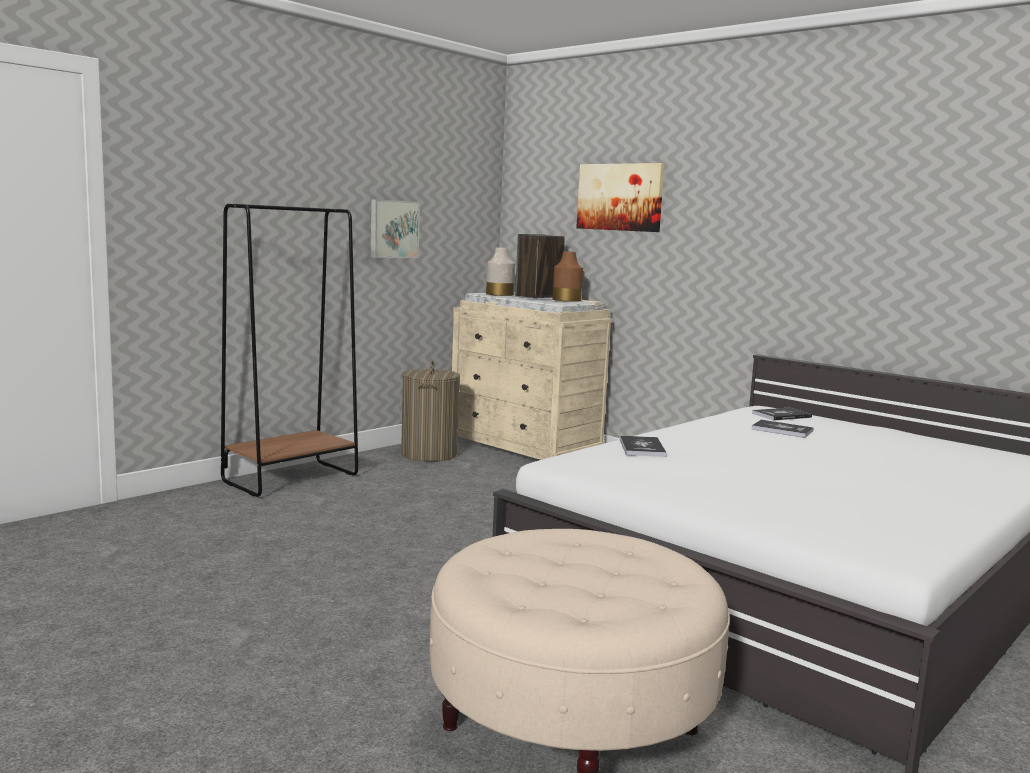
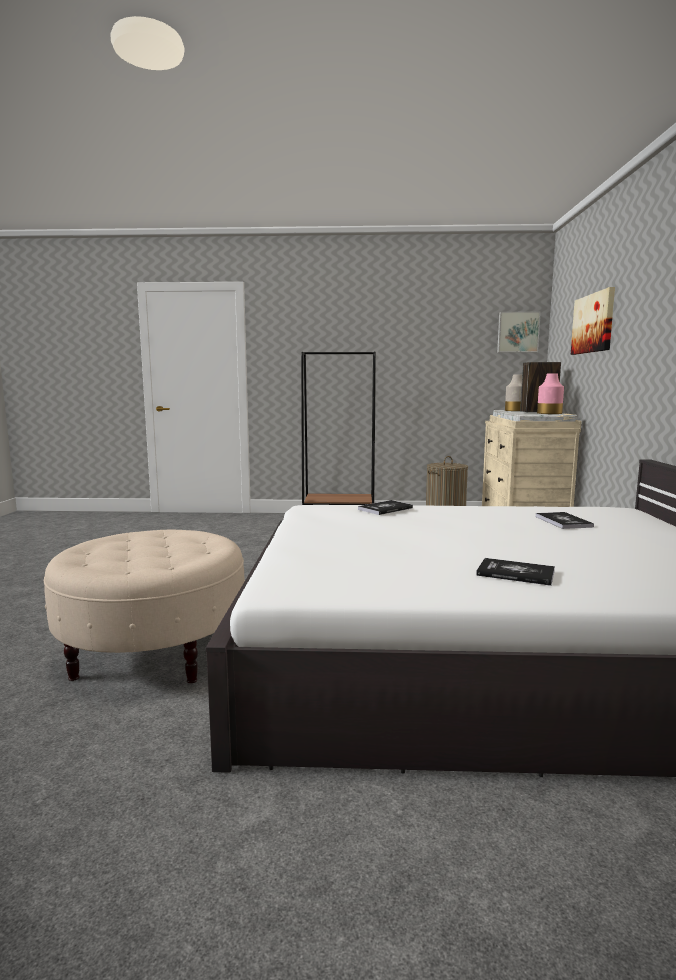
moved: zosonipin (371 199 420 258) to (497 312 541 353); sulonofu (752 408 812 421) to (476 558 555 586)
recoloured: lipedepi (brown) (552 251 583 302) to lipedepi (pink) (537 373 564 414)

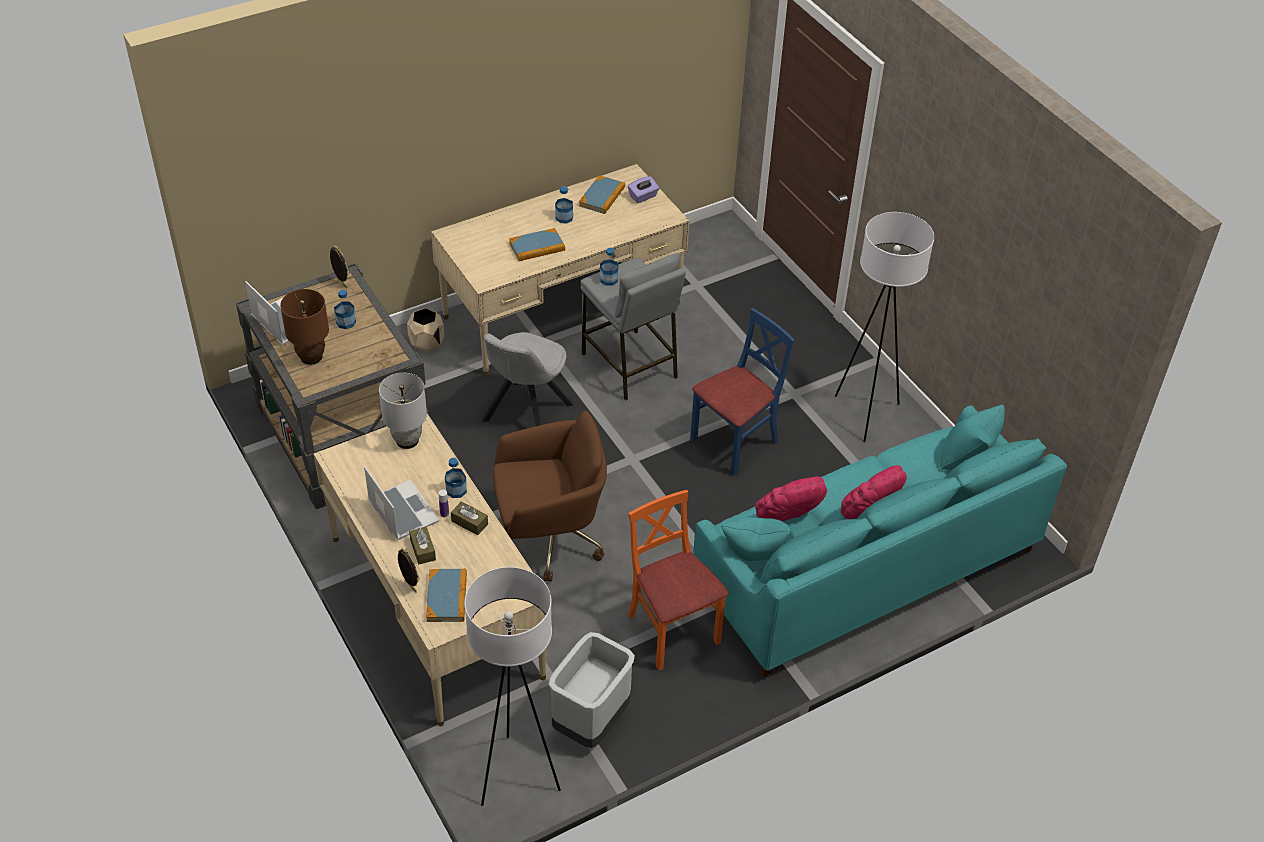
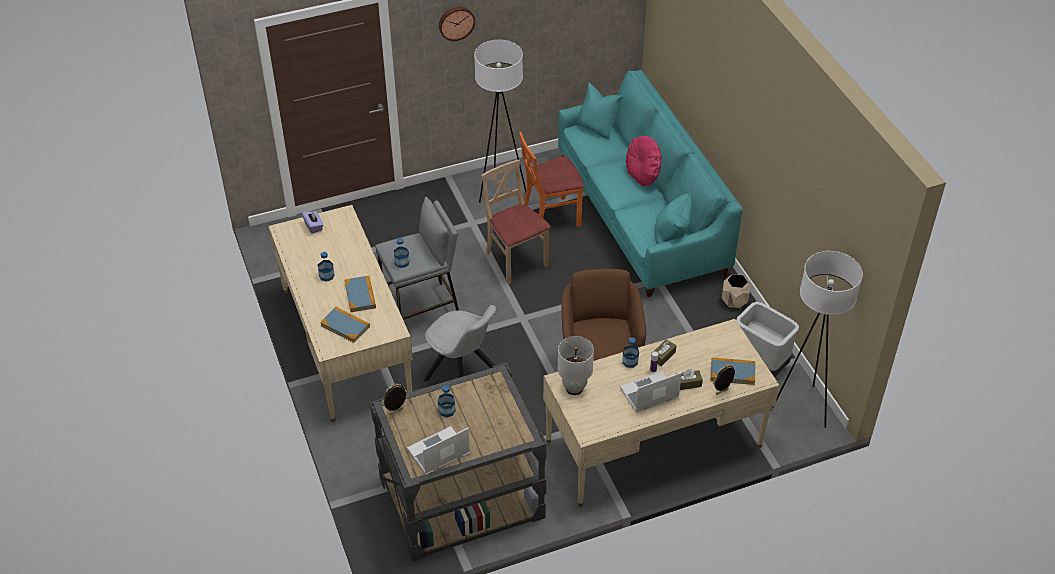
removed: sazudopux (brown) (280 289 329 365); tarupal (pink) (755 476 827 521)
added: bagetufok (439 7 475 41)
moved: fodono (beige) (407 308 445 352) to (722 274 751 308); sulonofu (579 175 625 214) to (320 307 370 343); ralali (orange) (628 490 729 671) to (519 132 585 227)
recoloured: ralali (blue) (690 308 795 476) to ralali (beige) (481 159 551 284)

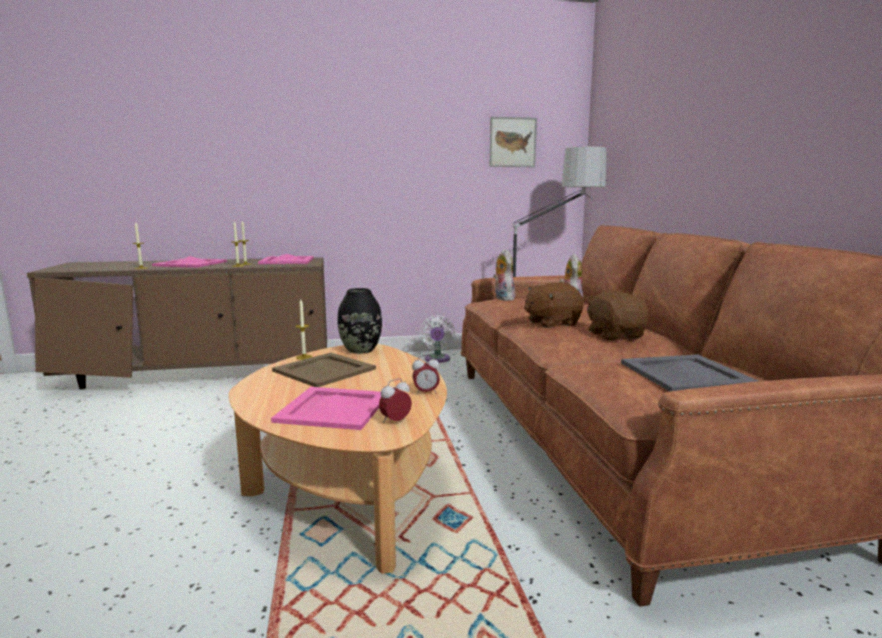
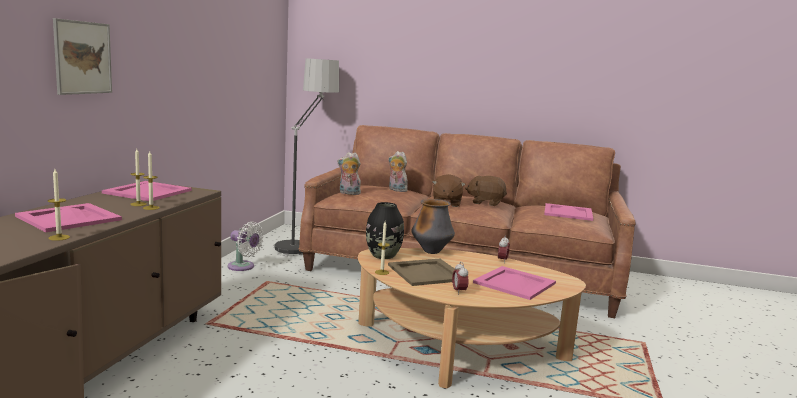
added: lipedepi (411 199 455 254)
moved: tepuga (379 378 412 423) to (452 262 469 295); zosonipin (490 117 537 167) to (53 18 112 95)
recoloured: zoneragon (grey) (621 354 758 391) to zoneragon (pink) (544 203 593 221)

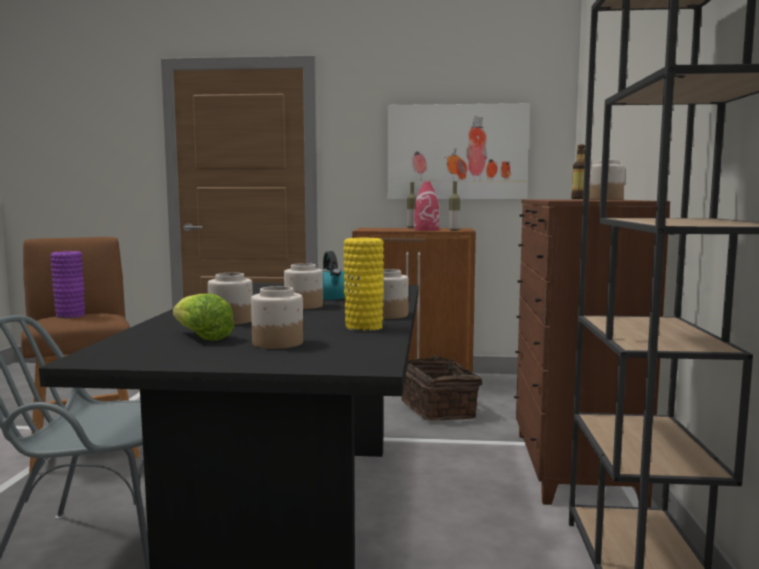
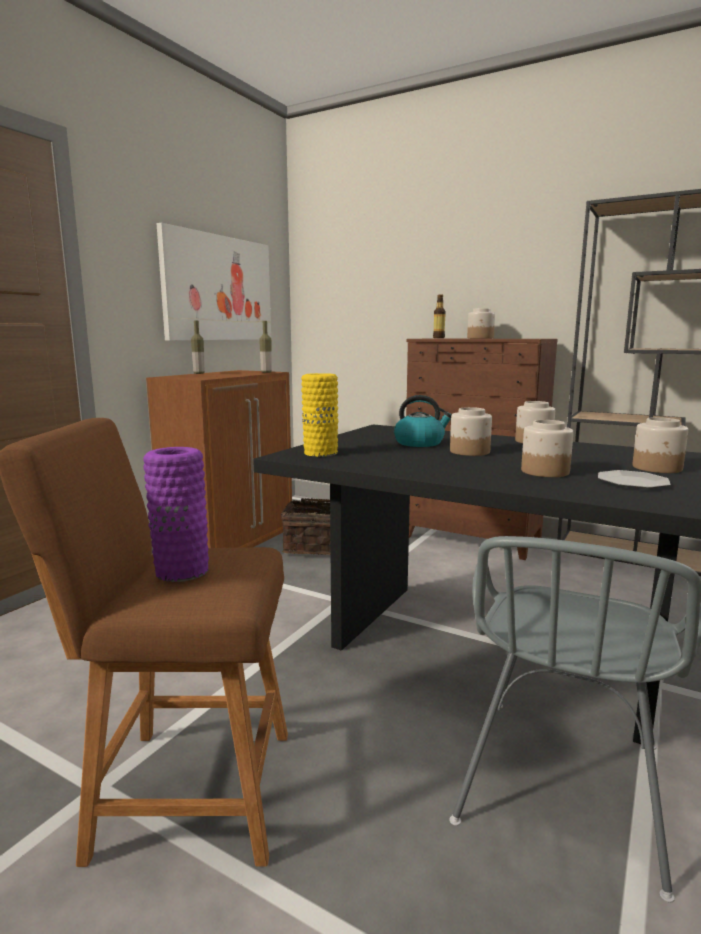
removed: lipedepi (red) (414 181 439 231)
moved: lipedepi (yellow) (344 238 384 332) to (301 373 338 457)
replaced: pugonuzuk (173 293 234 341) to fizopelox (598 470 671 488)

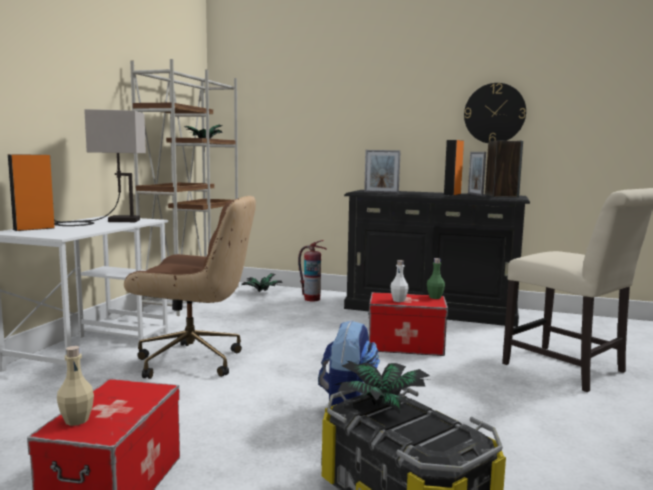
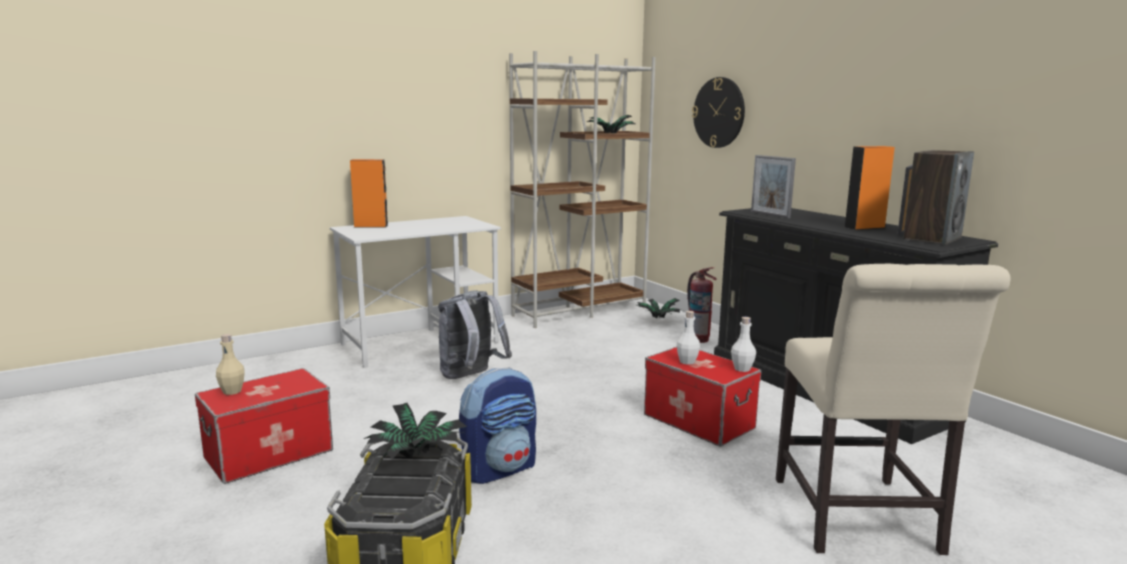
removed: sazudopux (54 109 146 226)
moved: bagetufok (464 83 526 143) to (692 77 745 148)
replaced: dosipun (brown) (124 196 256 379) to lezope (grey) (438 290 512 379)
recoloured: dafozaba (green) (427 258 445 299) to dafozaba (white) (731 317 756 372)

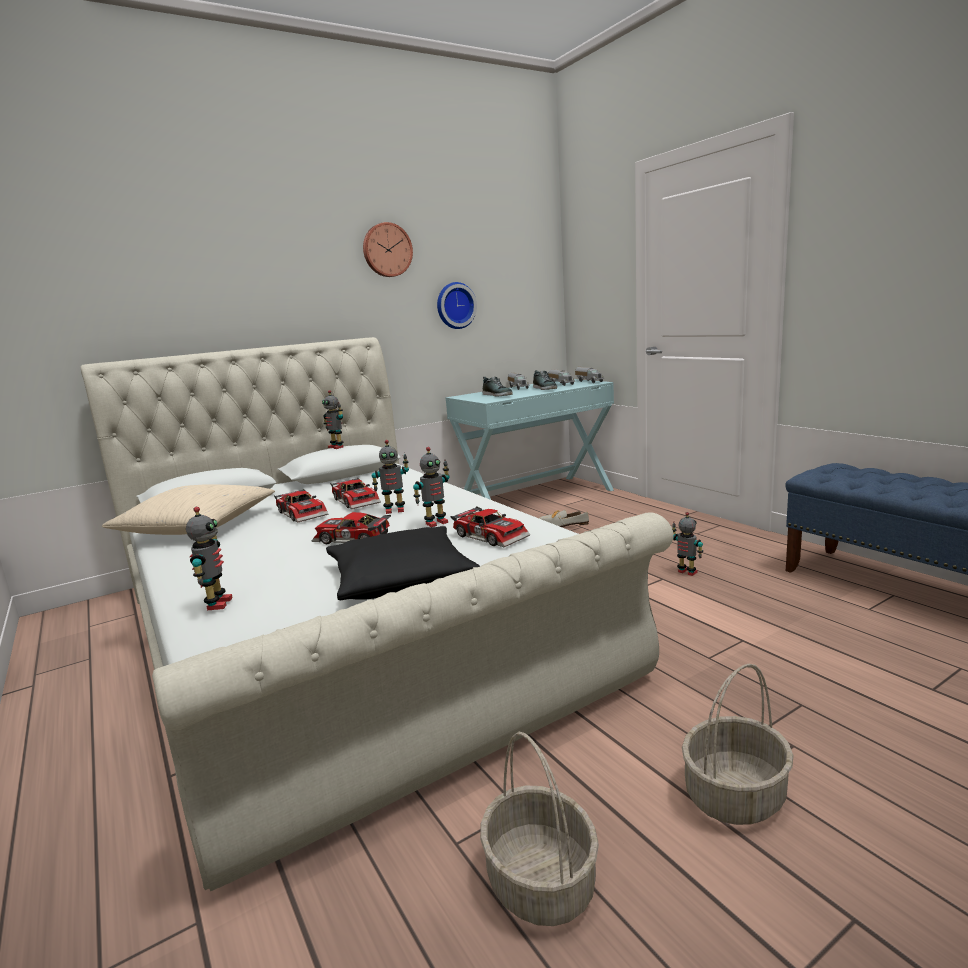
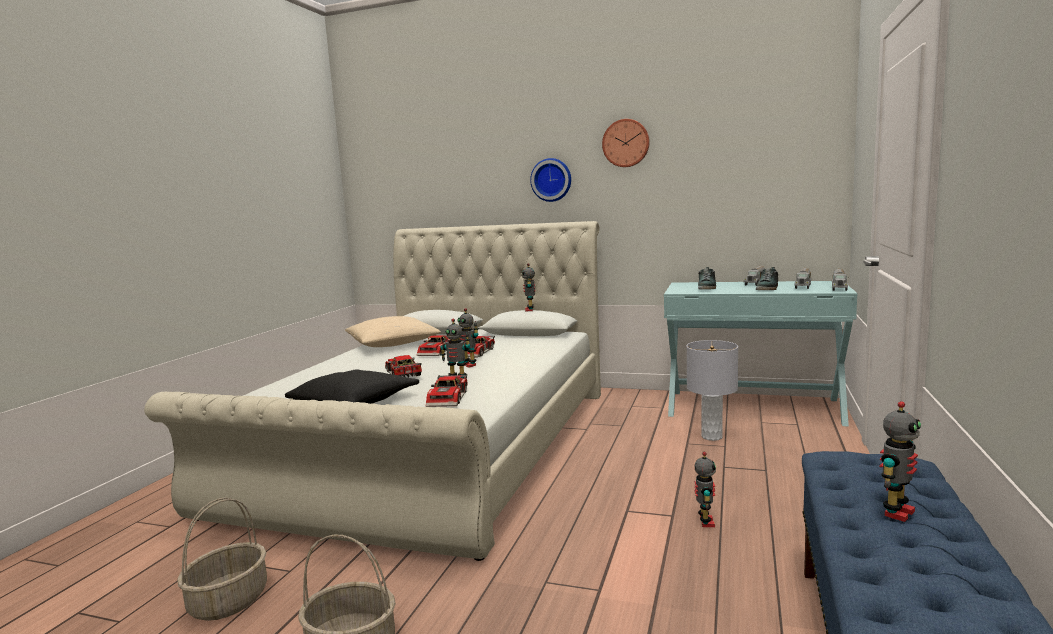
moved: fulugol (186 507 233 610) to (879 401 921 522); bagetufok (437 282 477 329) to (530 158 571 202)
replaced: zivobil (539 510 589 527) to sazudopux (grey) (687 340 738 441)

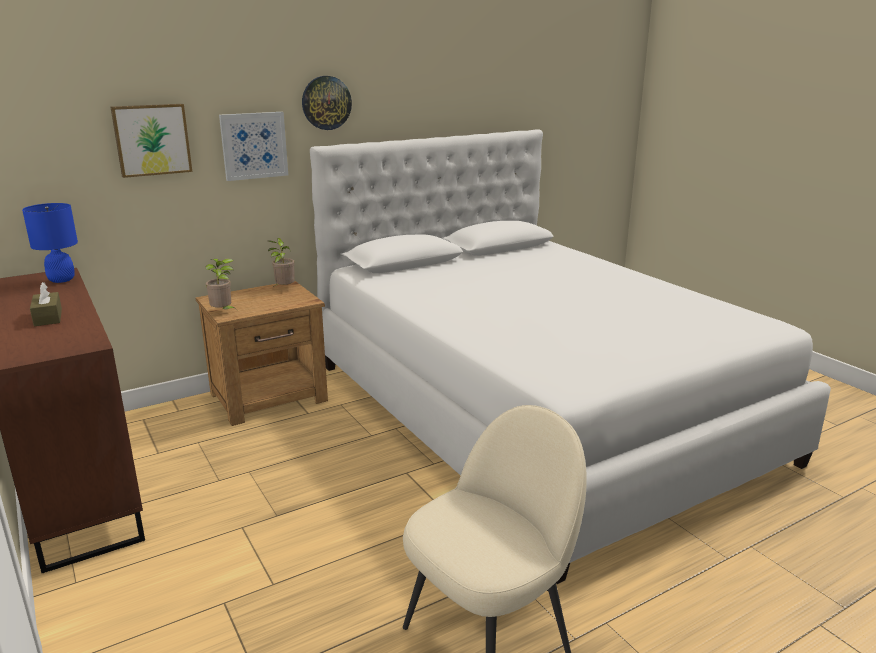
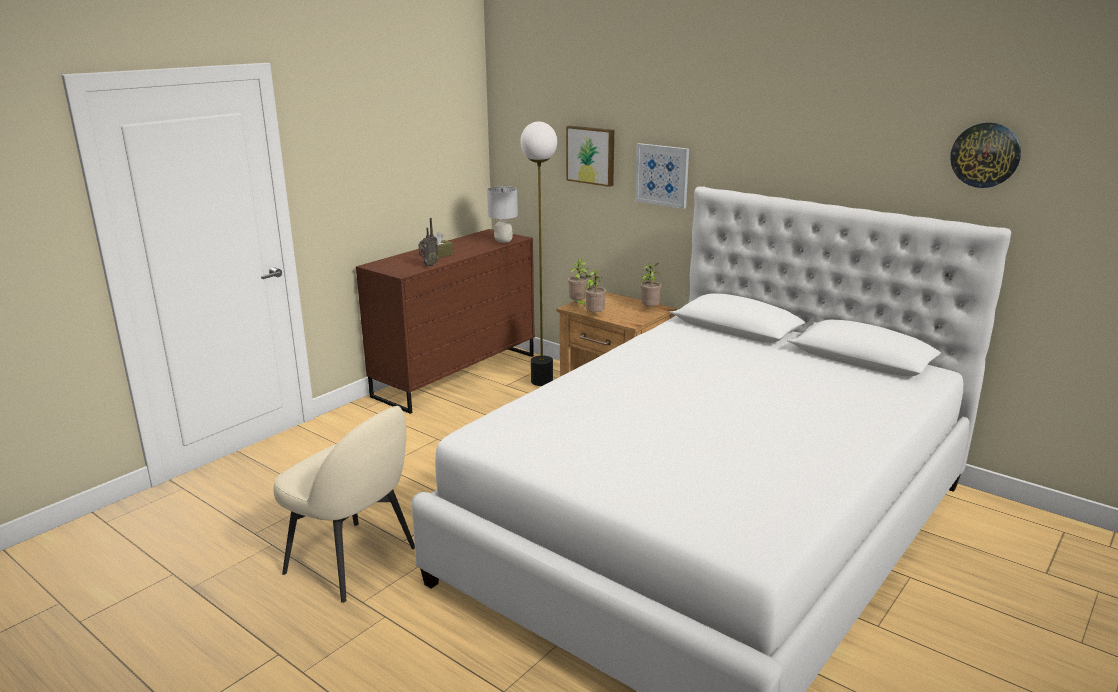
added: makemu (419 218 439 266); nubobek (520 121 557 386); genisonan (585 268 606 312)
moved: bagetufok (302 76 352 130) to (950 123 1021 188)
recoloured: sazudopux (blue) (22 203 78 283) to sazudopux (grey) (487 186 518 243)

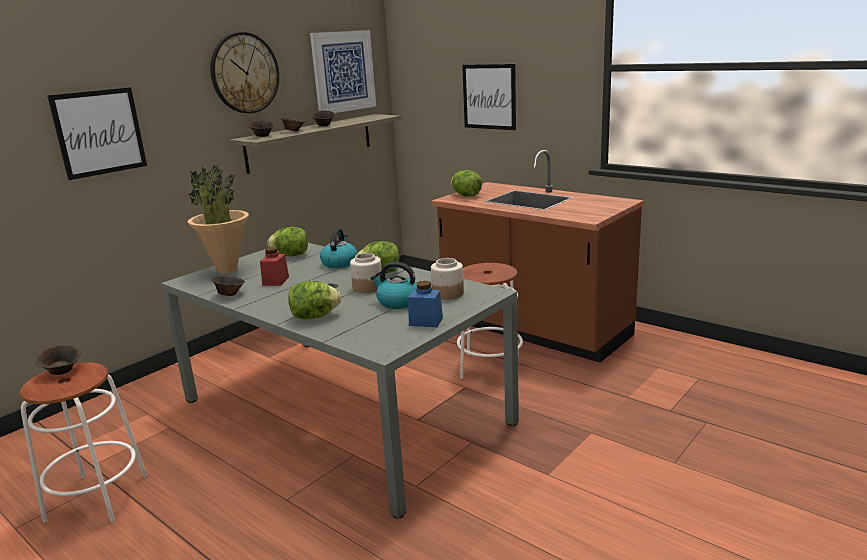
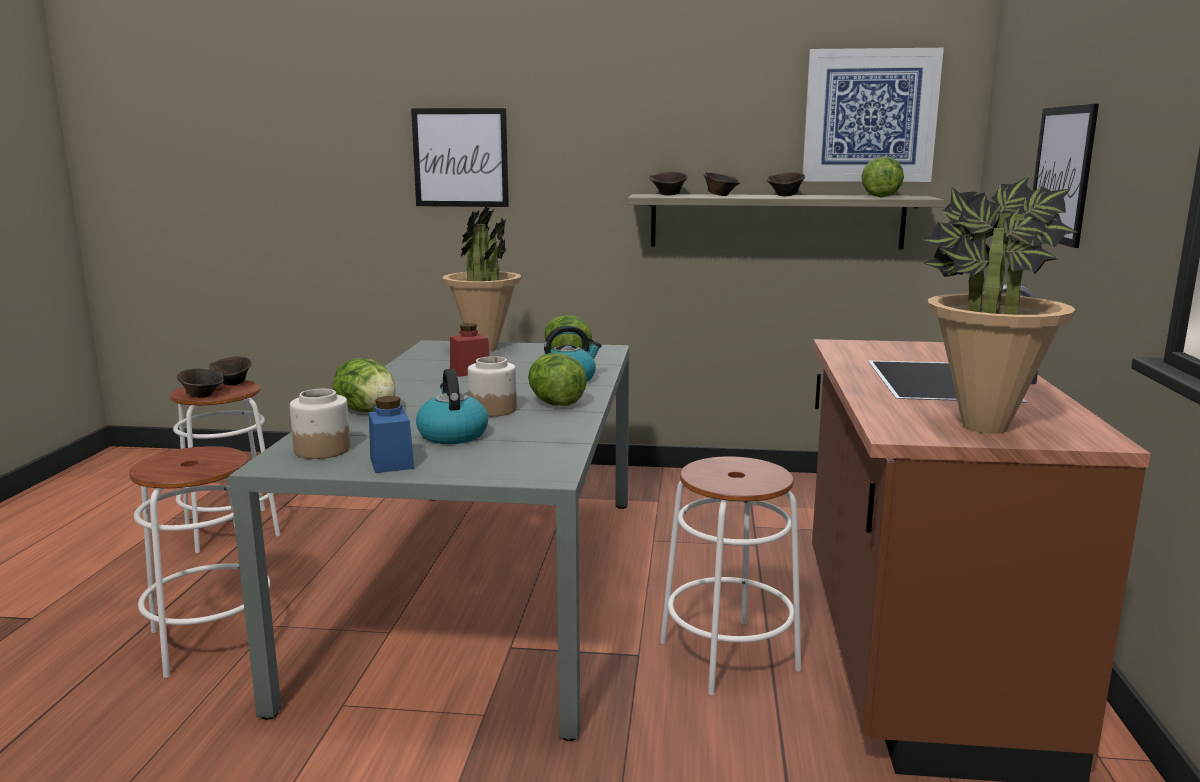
removed: bagetufok (210 32 279 113)
added: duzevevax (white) (129 446 270 678); genisonan (922 175 1077 434)
moved: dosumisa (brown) (211 275 245 296) to (177 369 224 398); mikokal (431 258 464 300) to (290 389 350 459); pugonuzuk (451 170 482 197) to (861 156 904 197)

